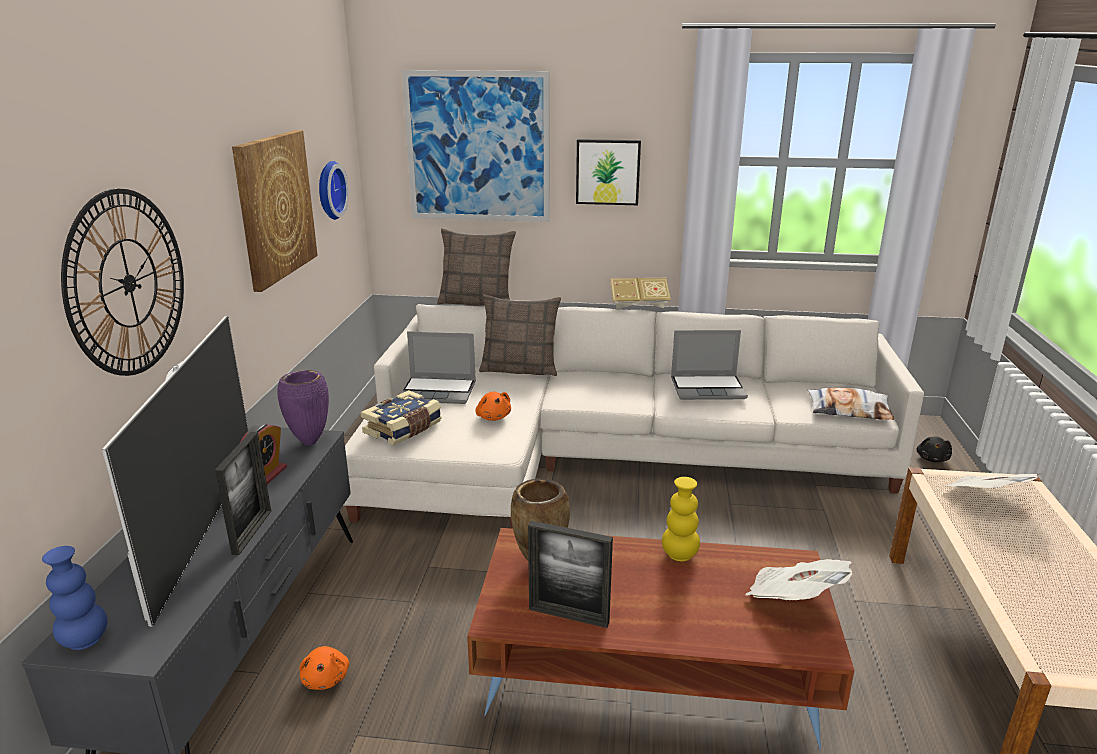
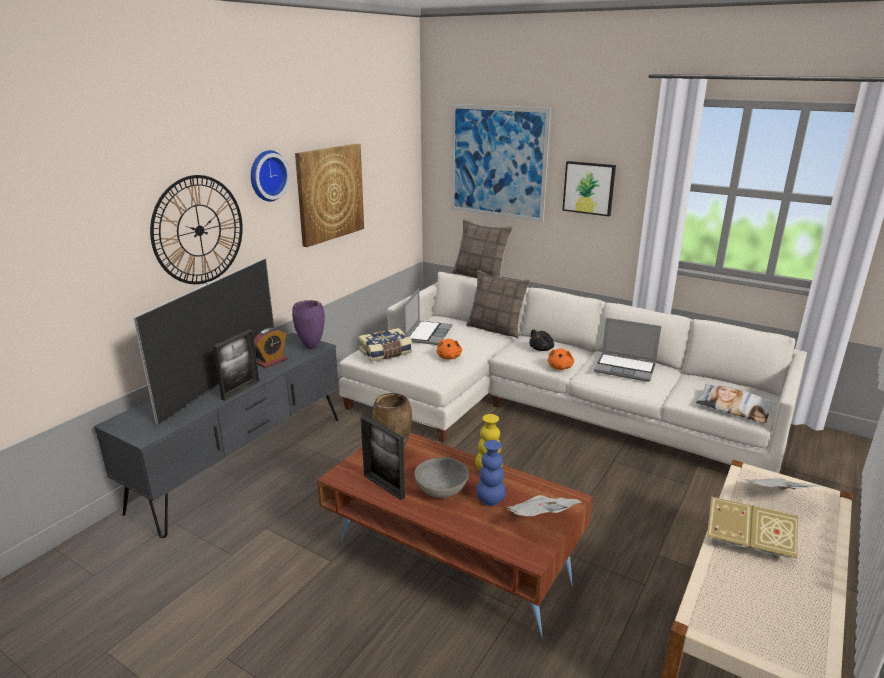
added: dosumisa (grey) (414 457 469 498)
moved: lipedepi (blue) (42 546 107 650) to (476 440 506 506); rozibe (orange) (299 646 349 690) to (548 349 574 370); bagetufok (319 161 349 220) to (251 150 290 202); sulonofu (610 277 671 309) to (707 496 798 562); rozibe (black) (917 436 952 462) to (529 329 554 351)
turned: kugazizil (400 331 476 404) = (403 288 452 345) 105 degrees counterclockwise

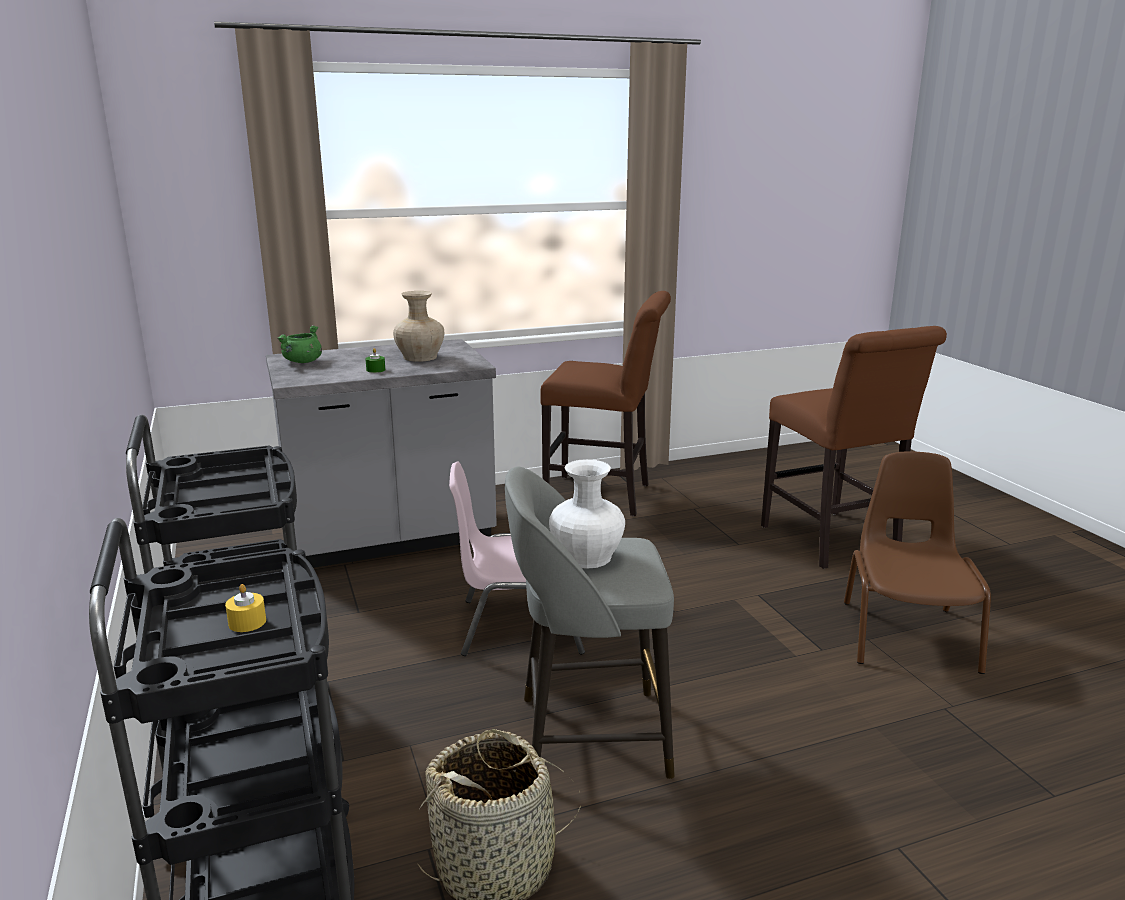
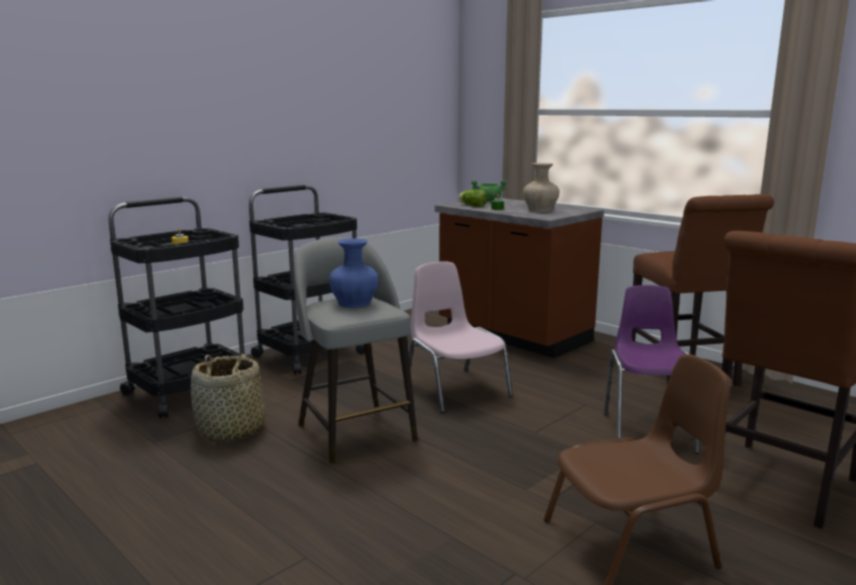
added: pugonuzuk (458 190 487 207); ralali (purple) (604 285 699 454)
recoloured: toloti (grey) (266 339 497 568) to toloti (brown) (435 198 604 358); lipedepi (white) (549 459 625 569) to lipedepi (blue) (329 238 379 308)

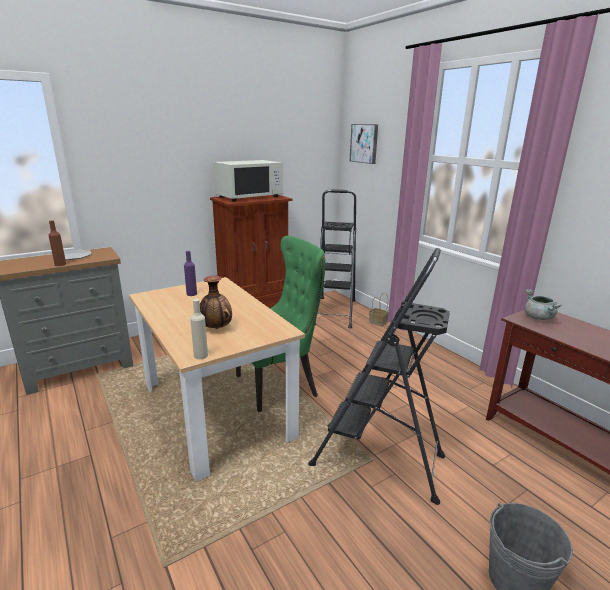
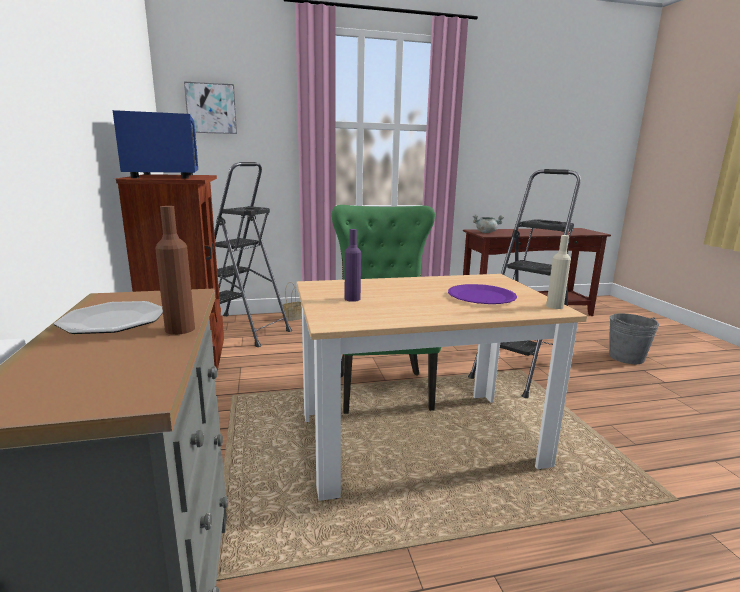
replaced: lipedepi (200 276 232 329) to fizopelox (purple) (448 284 517 304)
recoloured: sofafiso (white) (212 160 283 201) to sofafiso (blue) (113 110 198 179)

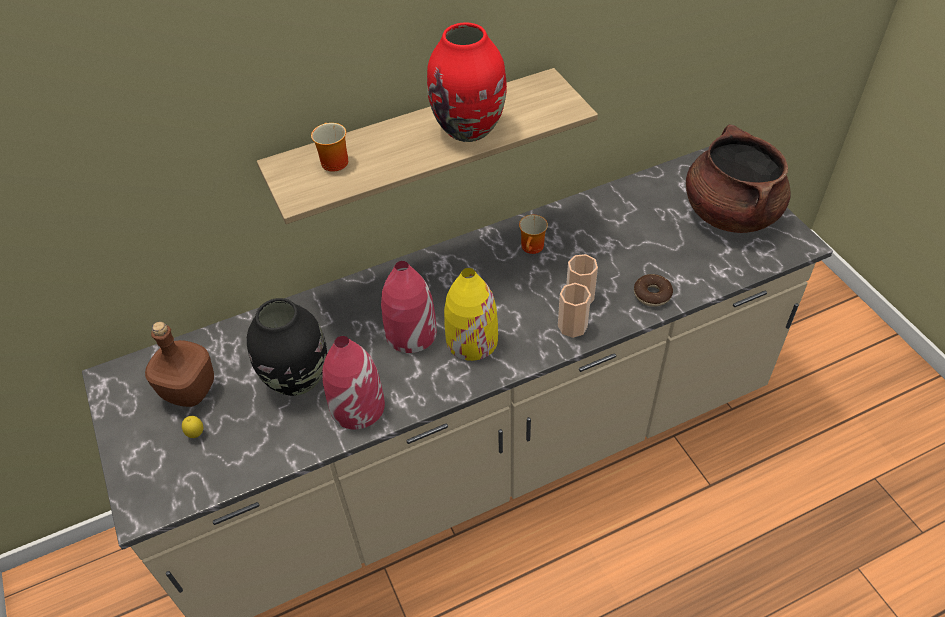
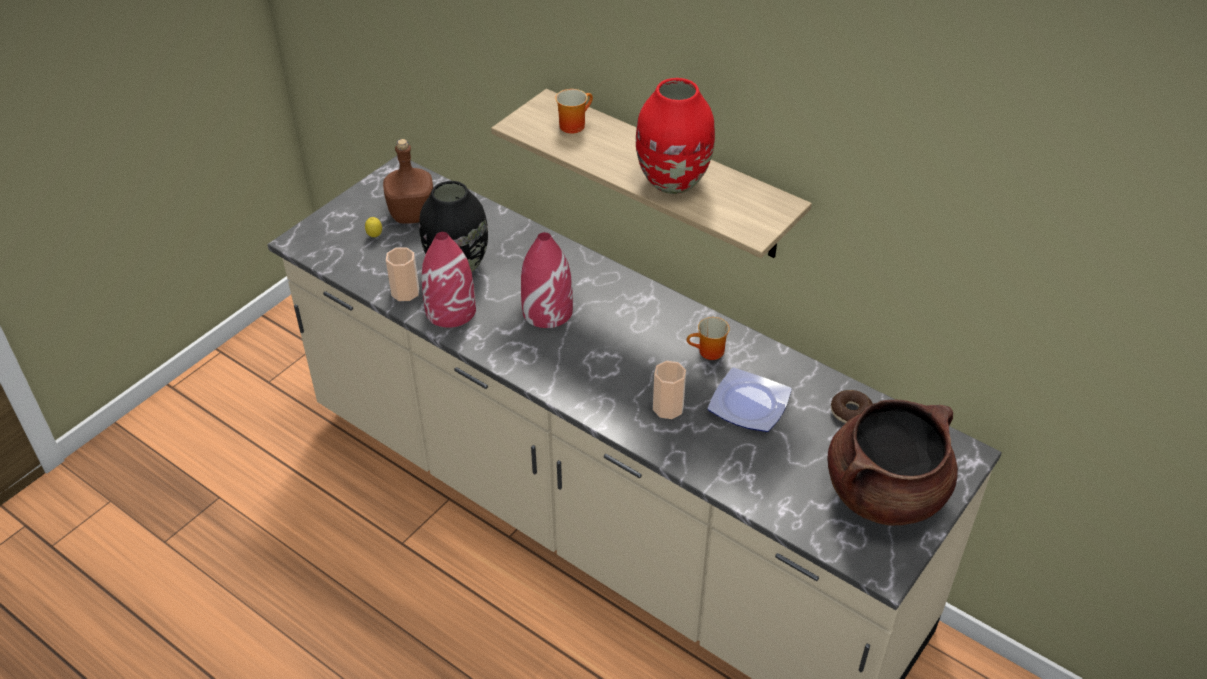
removed: lipedepi (yellow) (444 268 498 361)
added: fizopelox (707 367 792 432)
moved: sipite (558 283 591 338) to (386 247 419 301); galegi (634 274 673 307) to (831 390 873 423)

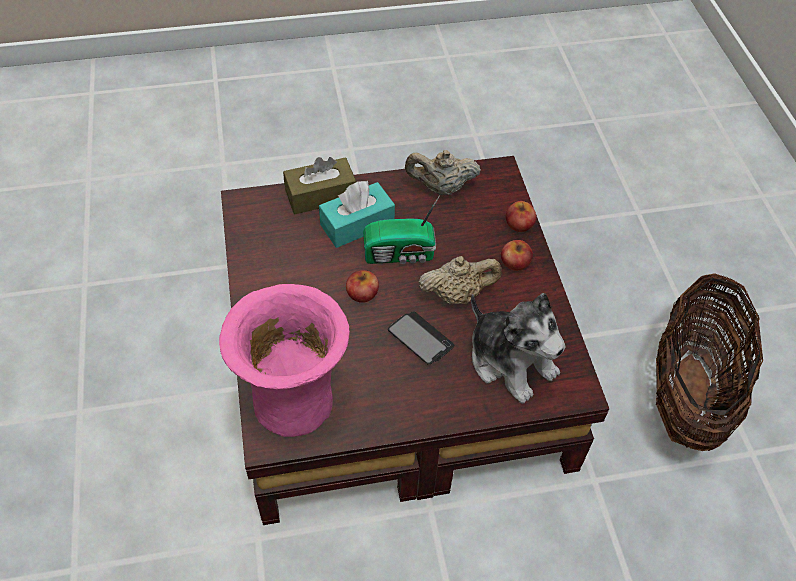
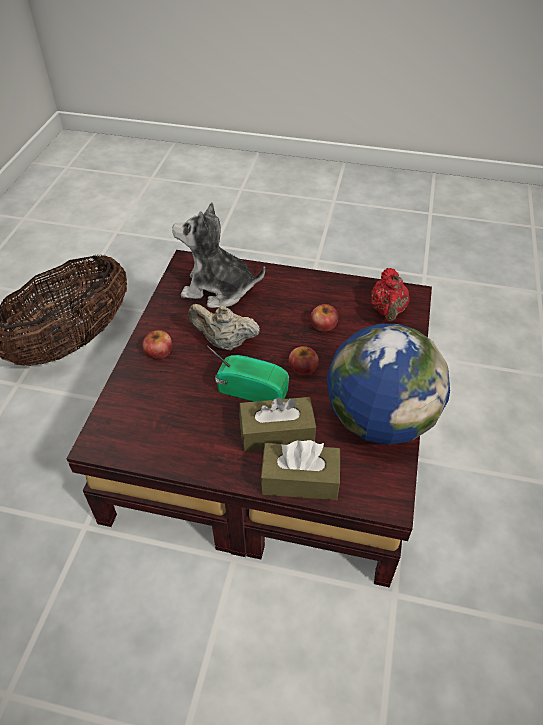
removed: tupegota (388 311 454 365); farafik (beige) (405 150 481 195)
added: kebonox (327 324 450 445)
moved: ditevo (506 201 536 232) to (310 304 339 332)
replaced: lipedepi (pink) (219 284 350 437) to farafik (red) (371 268 409 321)
recoloured: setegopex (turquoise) (319 181 395 248) to setegopex (brown) (239 397 316 452)
turned: rozibe (471 293 566 404) = (172 202 265 308) 60 degrees counterclockwise

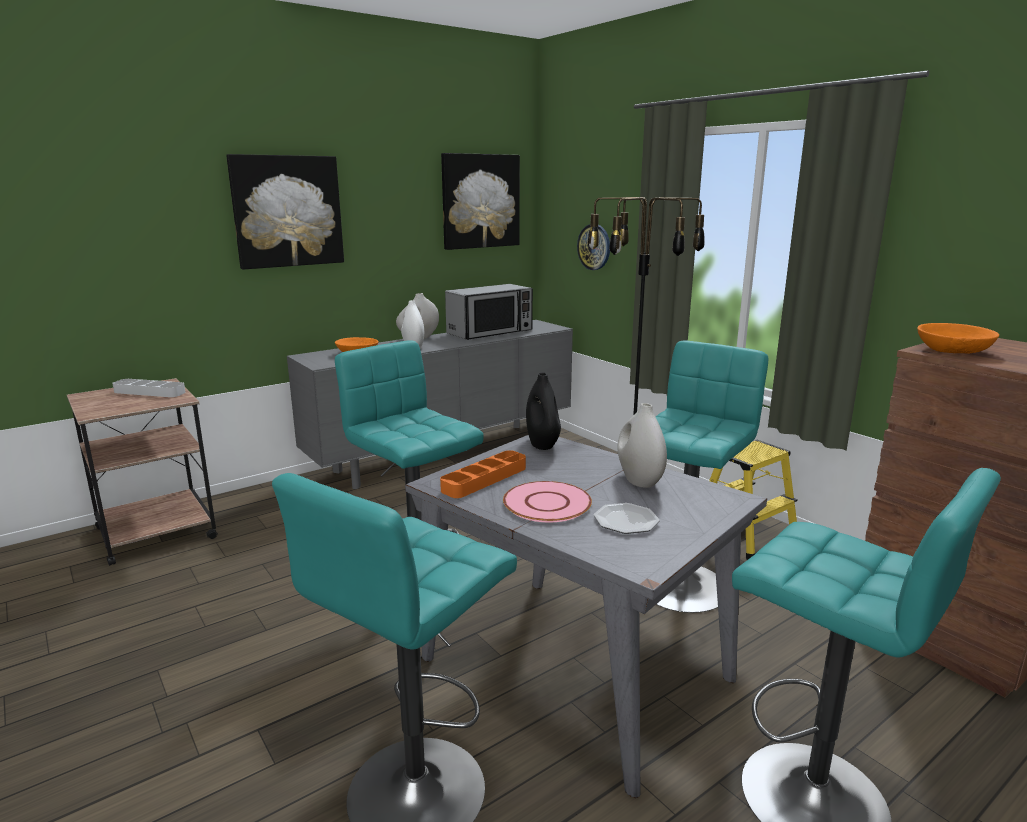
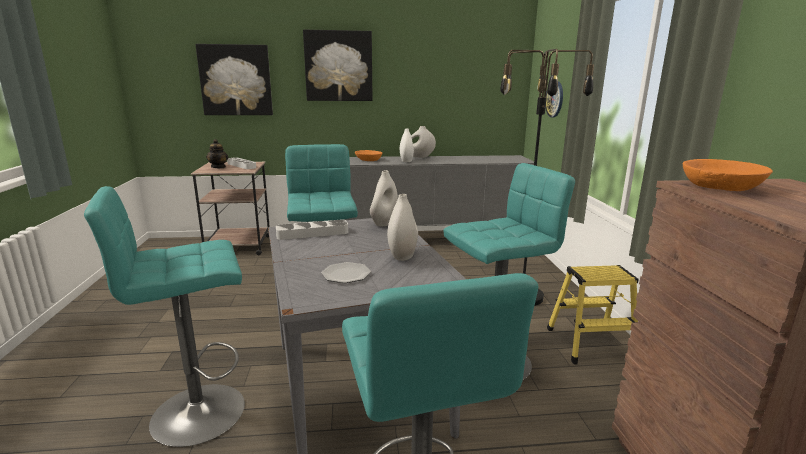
removed: sofafiso (445 284 533 340); fizopelox (pink) (503 481 592 522)
added: farafik (206 139 228 168)
moved: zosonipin (441 153 520 250) to (195 44 273 115)
recoloured: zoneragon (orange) (440 450 526 498) to zoneragon (grey) (276 220 348 240); lipedepi (black) (526 372 561 450) to lipedepi (white) (370 170 398 227)

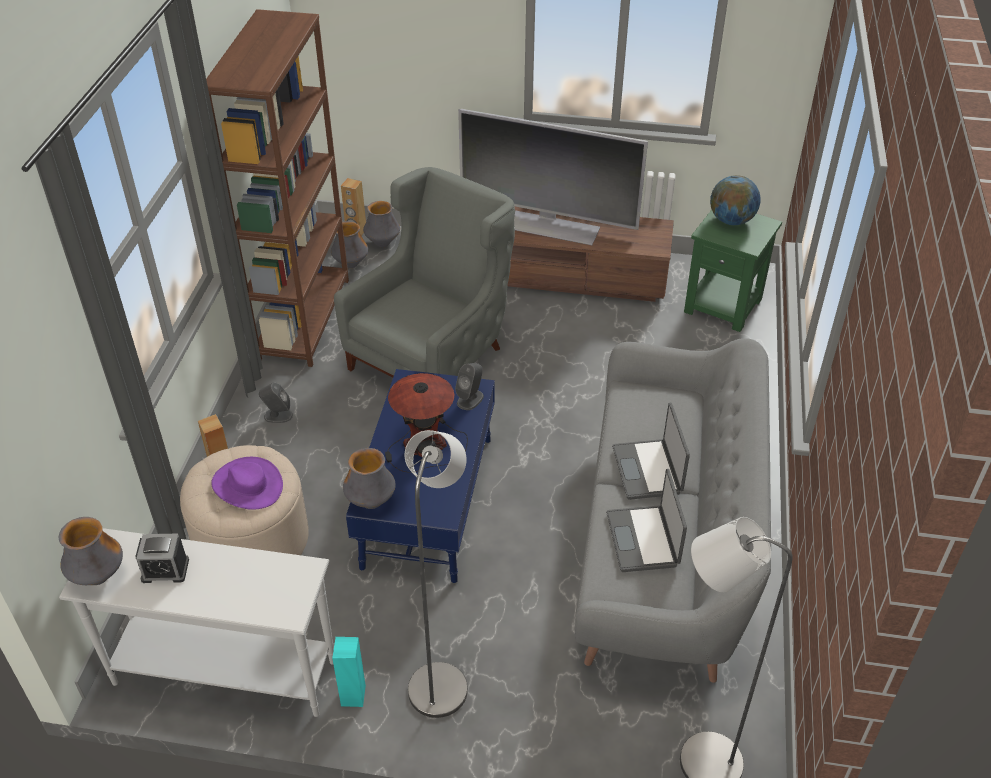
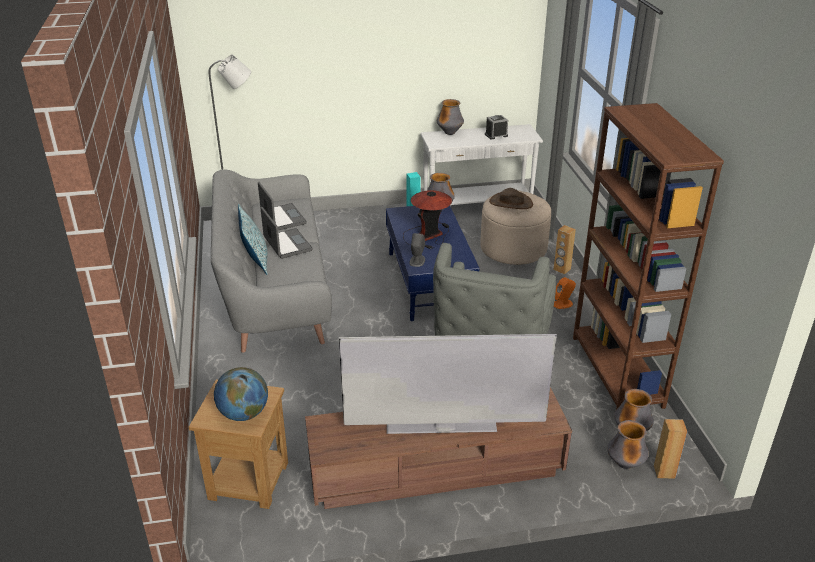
removed: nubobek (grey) (405 430 468 718)
added: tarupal (238 204 268 275)
moved: lipedepi (59 517 123 585) to (437 99 464 135)
recoloured: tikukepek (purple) (211 457 283 510) to tikukepek (brown) (489 188 533 209); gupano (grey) (259 382 293 423) to gupano (orange) (554 277 576 309); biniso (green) (684 210 782 332) to biniso (brown) (189 379 288 509)

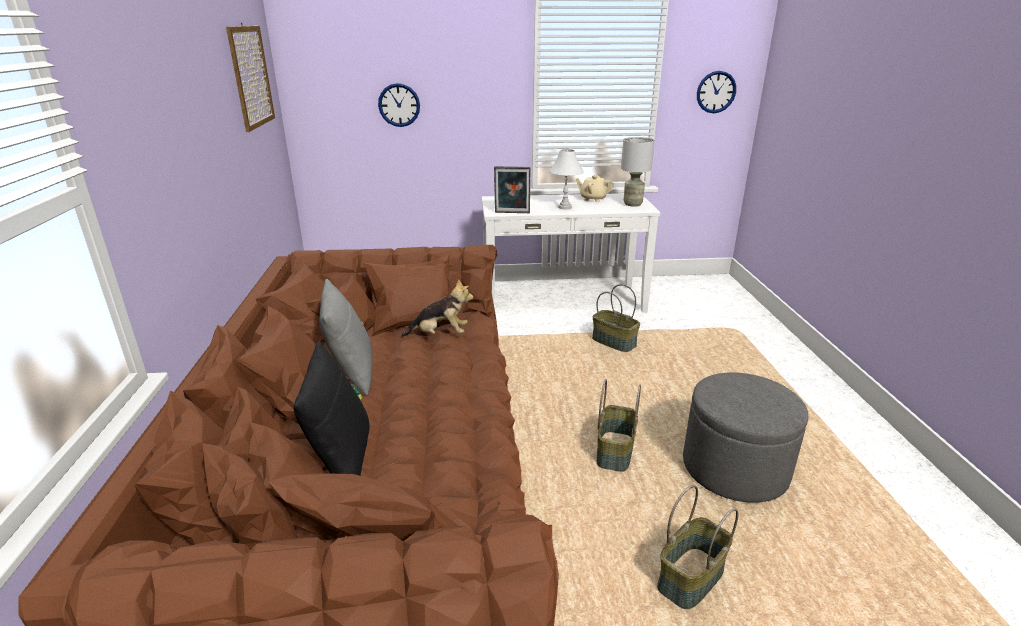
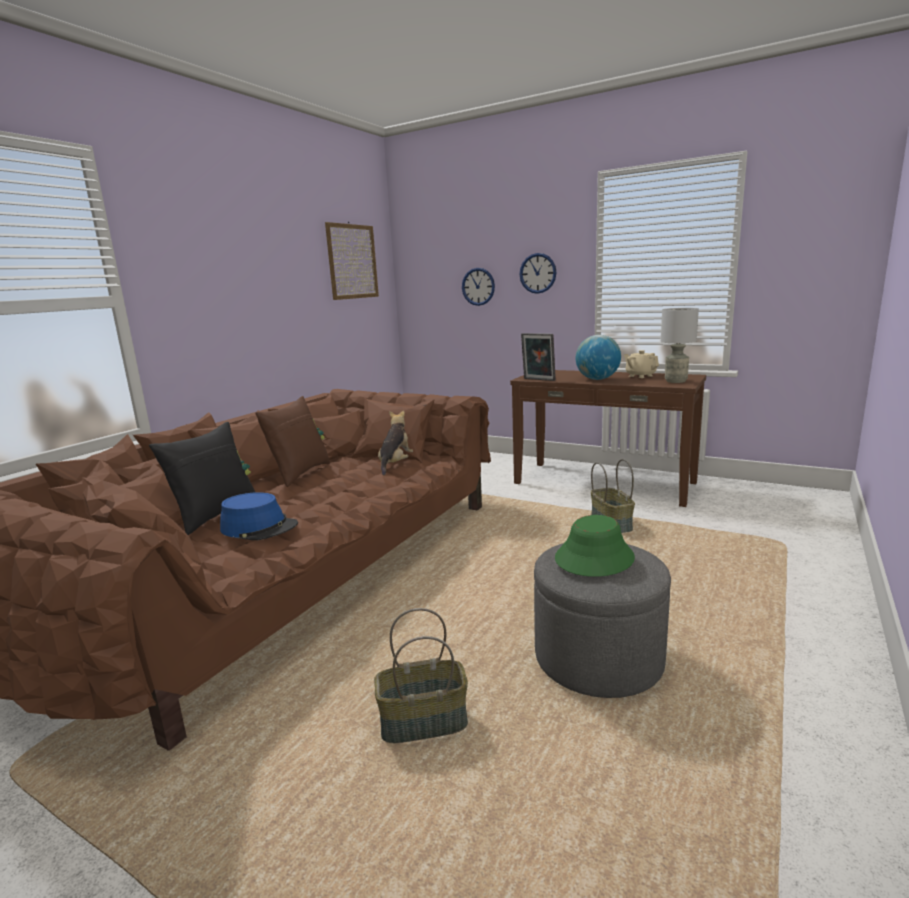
removed: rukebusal (597 379 641 472)
added: tikukepek (blue) (220 492 298 540); tikukepek (green) (555 515 635 577)
moved: bagetufok (697 71 736 113) to (519 253 557 294)
replaced: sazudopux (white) (549 149 584 209) to kebonox (576 335 621 380)
recoloured: tarupal (grey) (319 279 373 395) to tarupal (brown) (255 396 330 487); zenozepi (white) (482 193 660 312) to zenozepi (brown) (510 370 706 507)
turned: rozibe (402 279 473 337) = (378 411 413 476) 105 degrees counterclockwise

